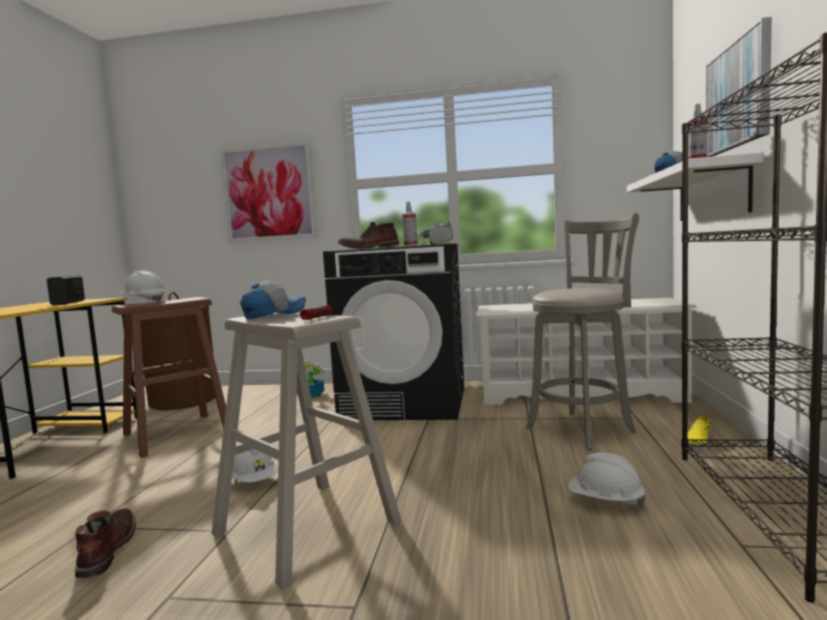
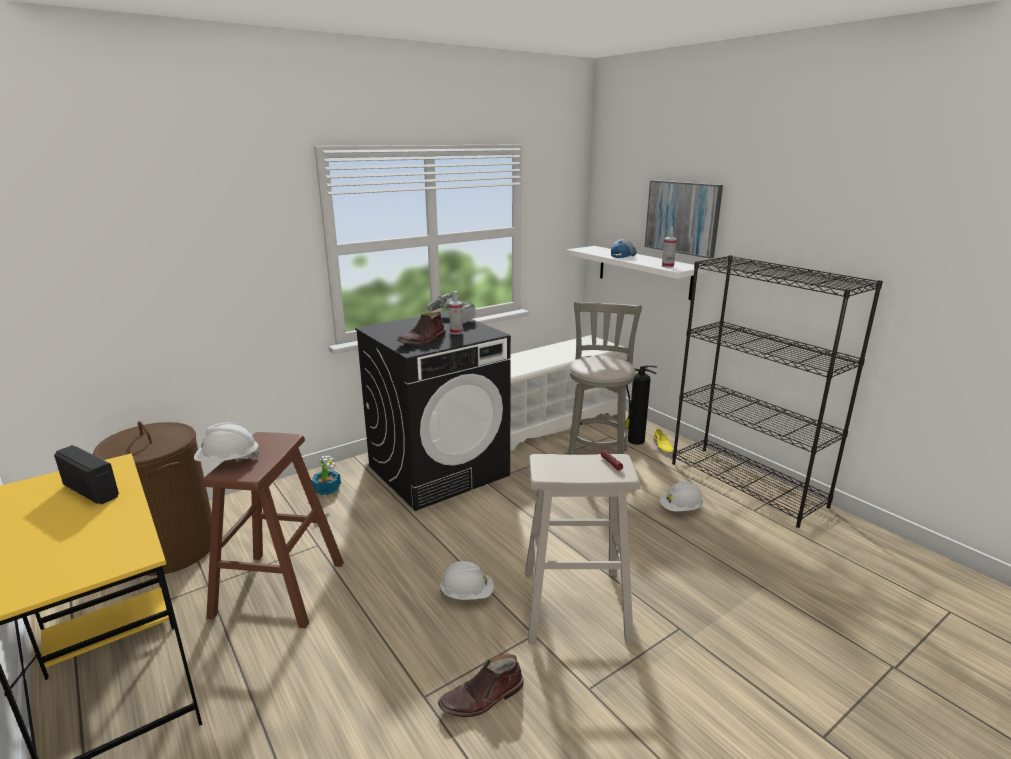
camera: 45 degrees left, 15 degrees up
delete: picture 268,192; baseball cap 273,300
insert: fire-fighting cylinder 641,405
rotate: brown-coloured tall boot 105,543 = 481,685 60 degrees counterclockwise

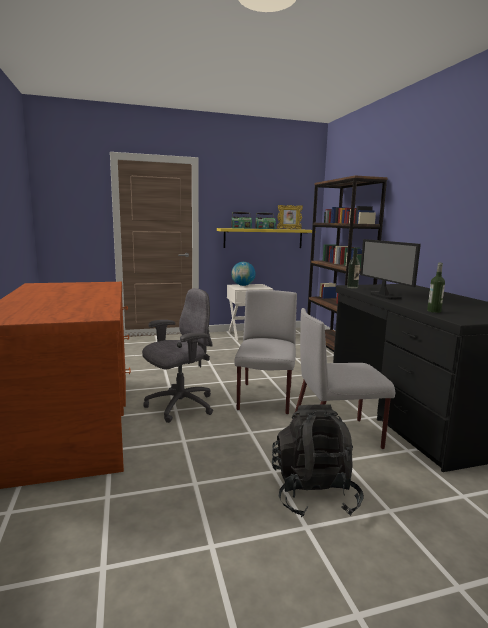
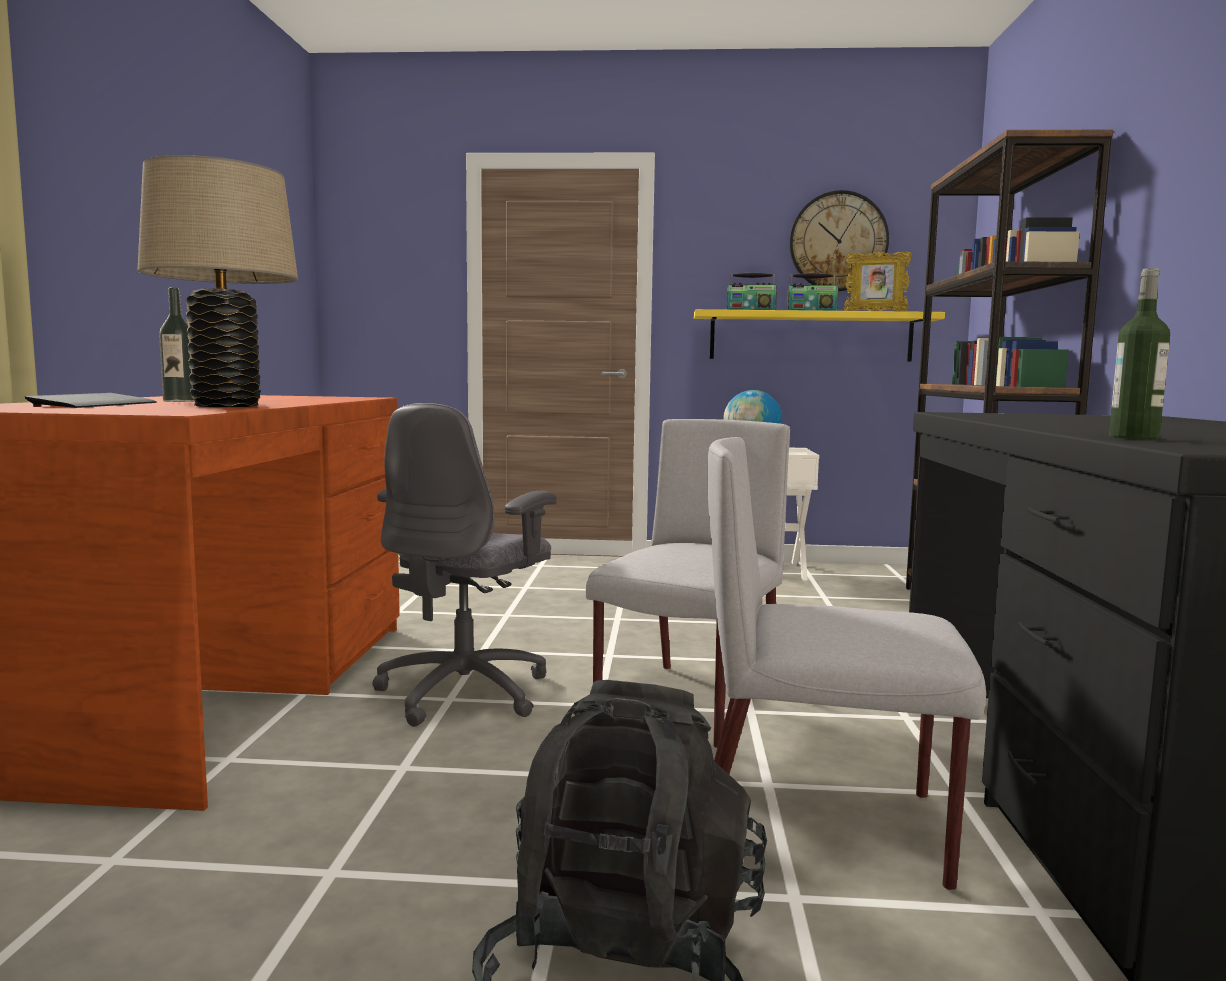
camera: 20 degrees right, 5 degrees down
delete: monitor 390,269
insert: computer keyboard 91,400; sand-coloured lamp for a table 217,281; clock on the wall 839,240
move: beverage bottle 353,268 to 177,345
rotate: greyish desk chair 177,355 = 464,565 135 degrees clockwise

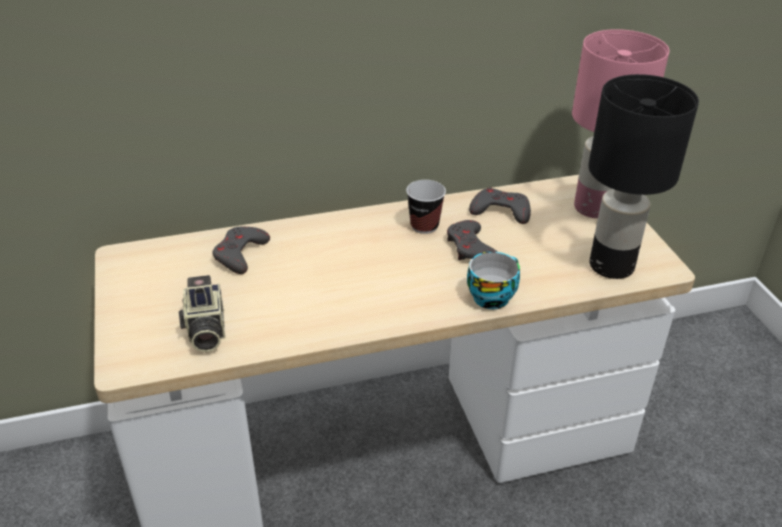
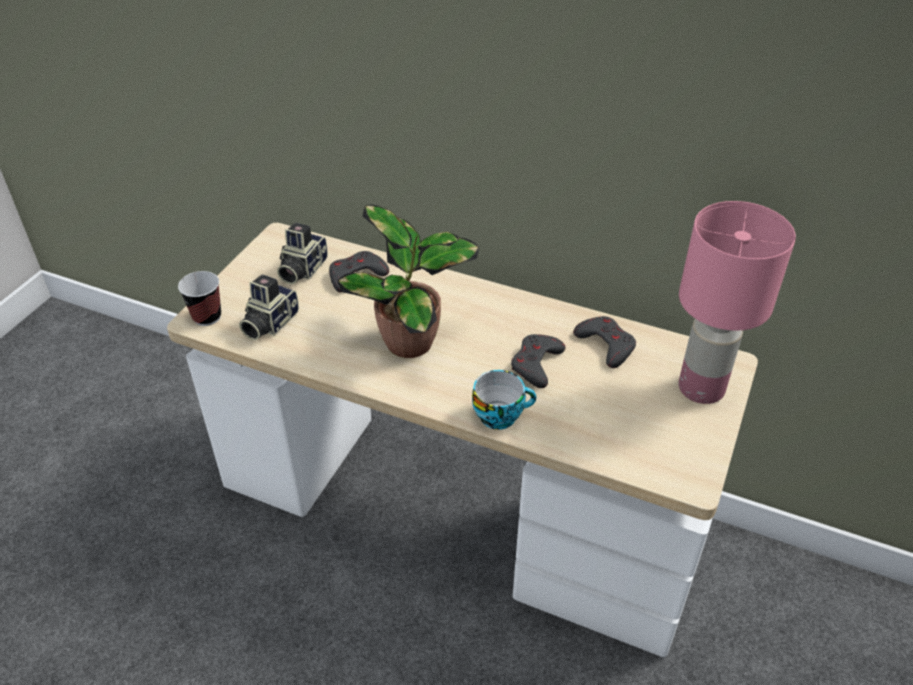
camera: 40 degrees right, 5 degrees up
delete: black lamp for a table 644,176
insert: photo camera 302,253; plant in a pot 408,281
move: cup 426,207 to 199,298

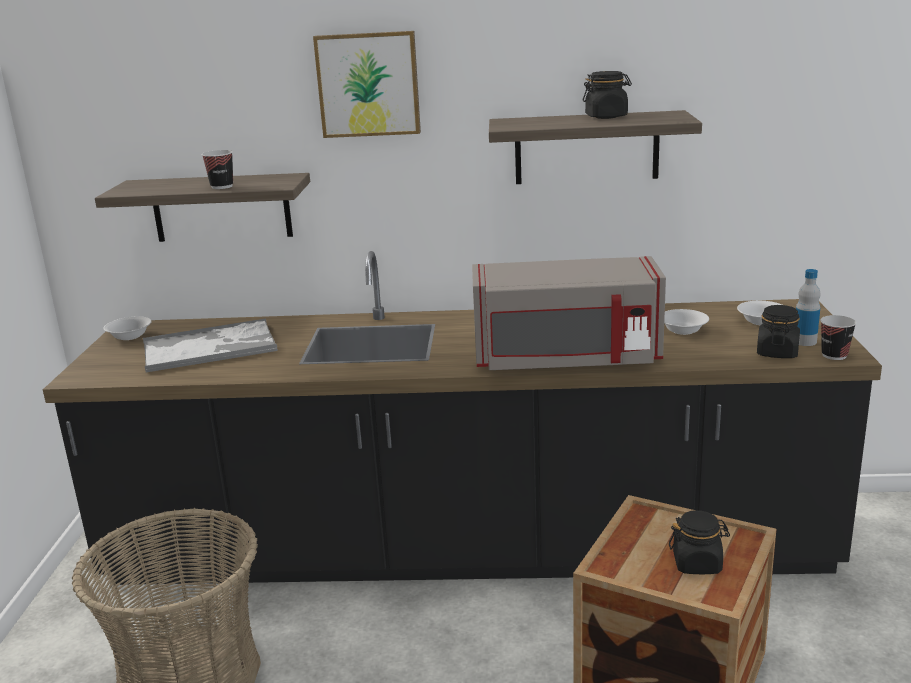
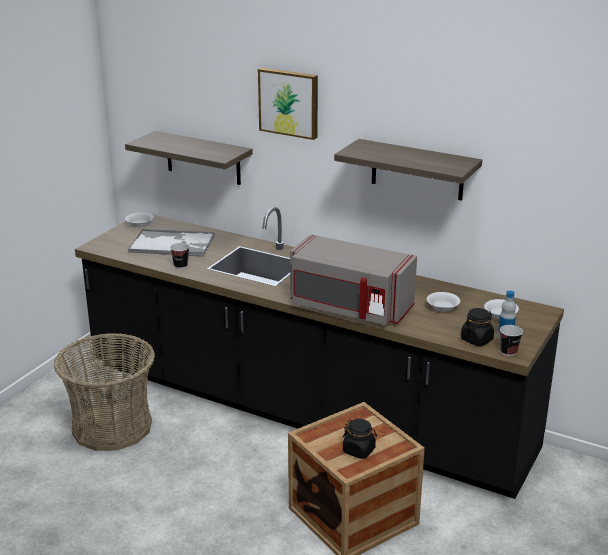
camera: 25 degrees right, 5 degrees up
delete: black preserve jar 607,95
move: cup 217,169 to 179,256

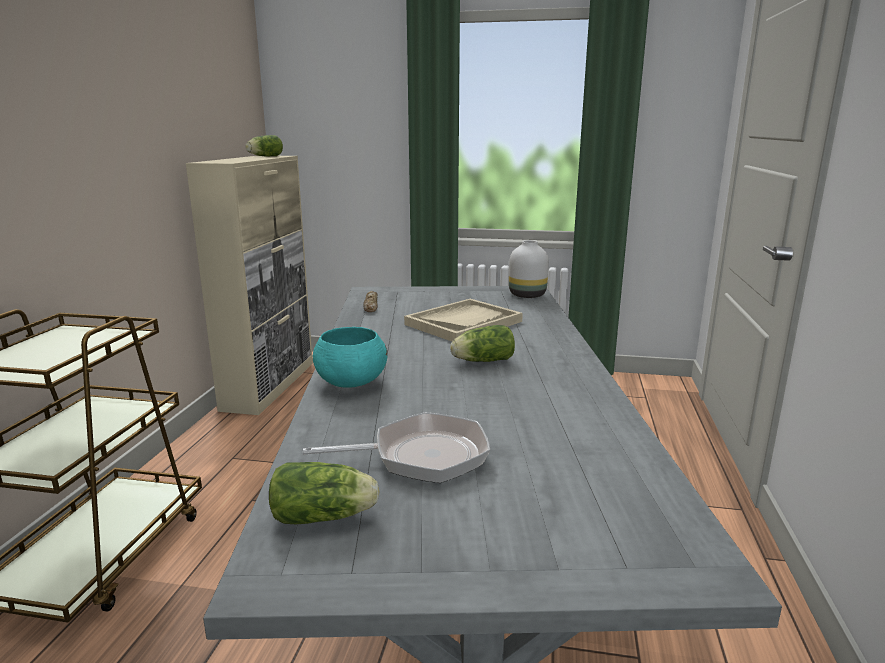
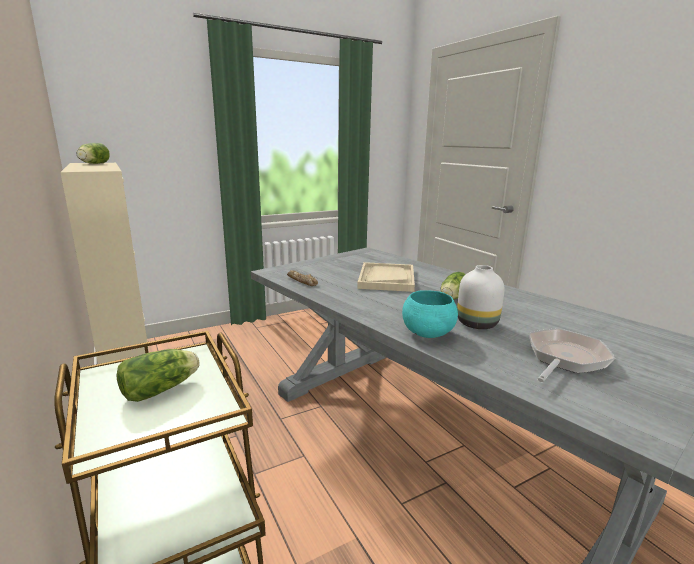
camera: 40 degrees left, 0 degrees up
move: lettuce head 324,493 to 158,375; whitish decorative vase 529,269 to 481,297

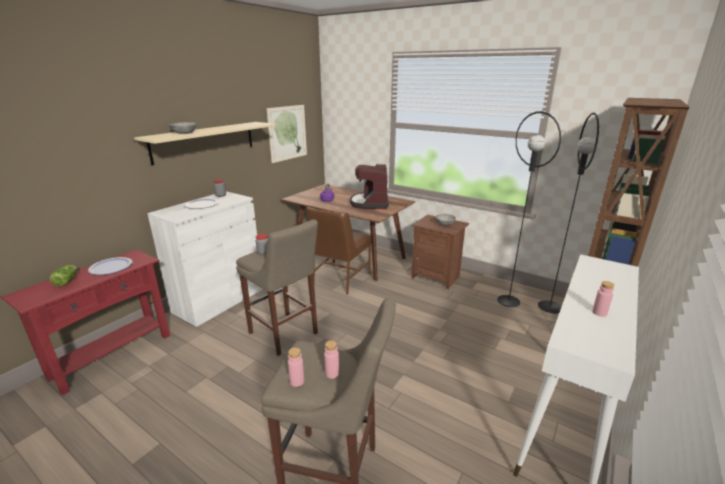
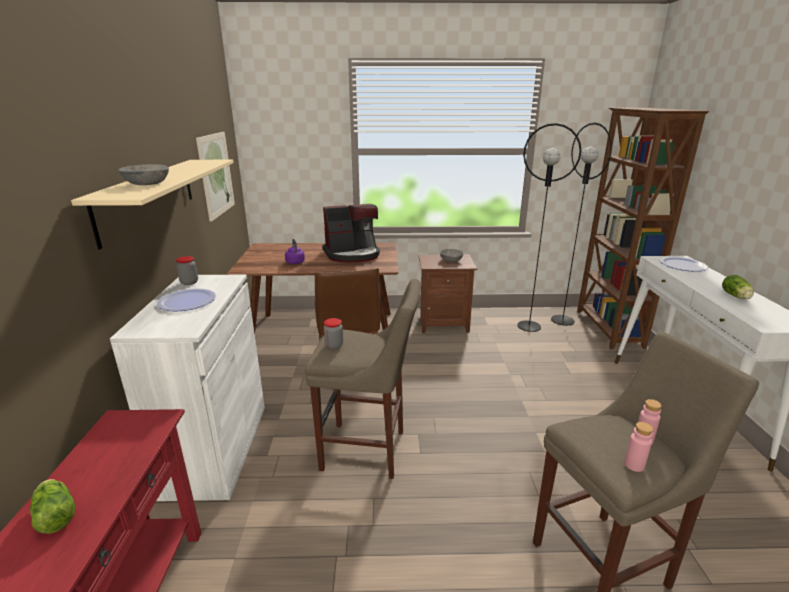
camera: 35 degrees left, 0 degrees up
move: flat dish 110,266 to 684,264
replace: pinkish beverage bottle 603,299 to lettuce head 738,287
rotate: coffee maker 369,186 = 351,233 75 degrees counterclockwise

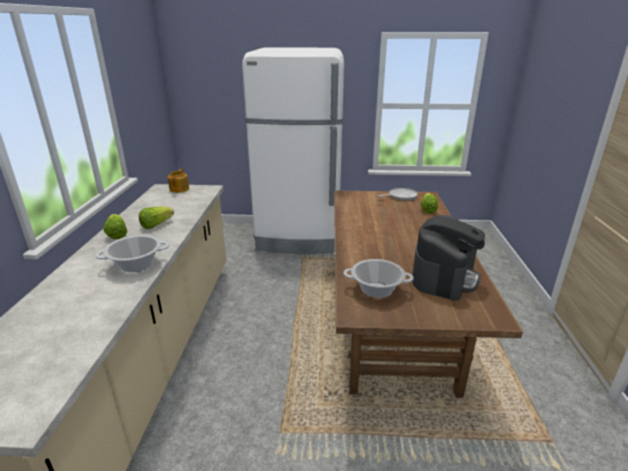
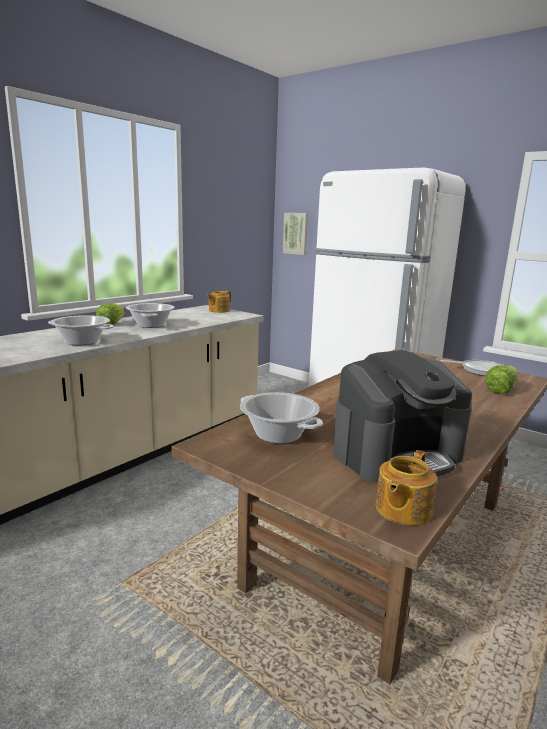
camera: 35 degrees right, 10 degrees down
insert: picture 295,234; teapot 406,487
replace: lettuce head 156,217 to saucepot 150,315

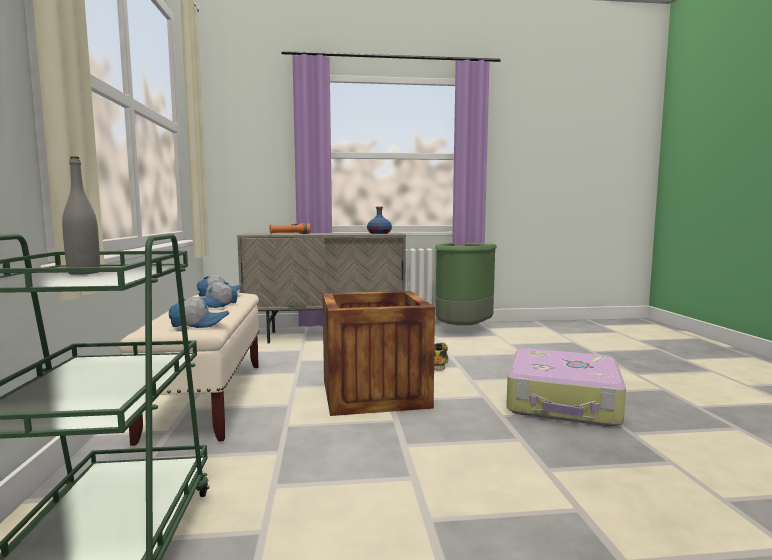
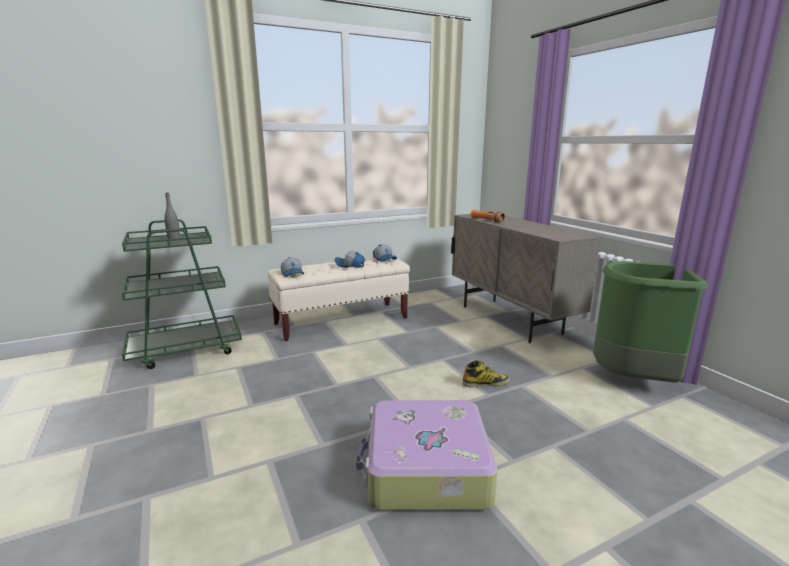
camera: 70 degrees right, 10 degrees up
delete: crate 379,353; blue-coloured beverage bottle 379,220

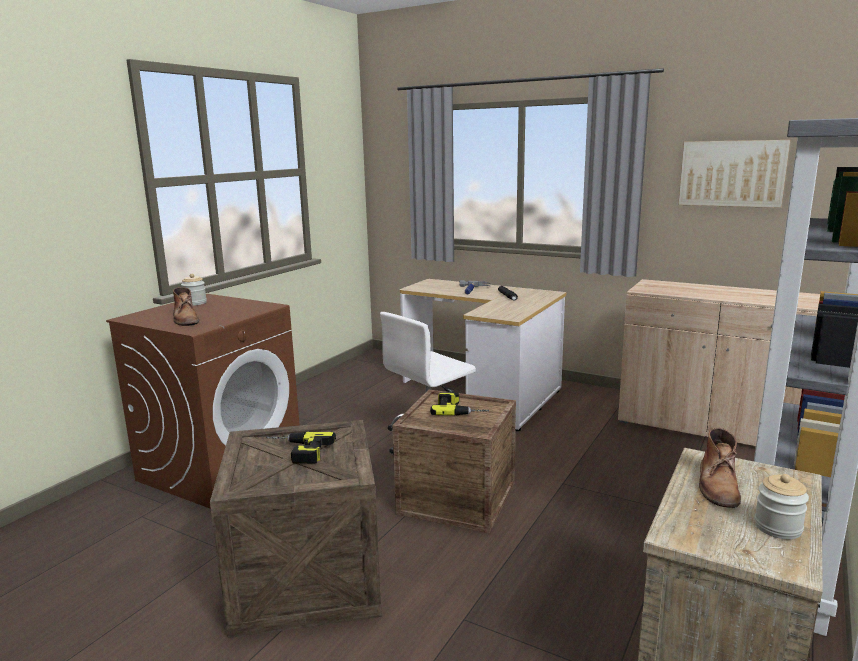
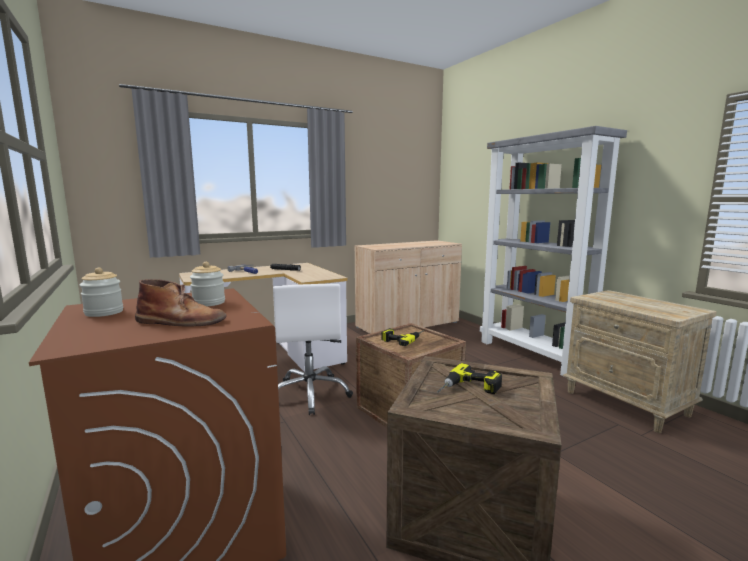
camera: 60 degrees left, 5 degrees down
delete: picture 734,174; brown-coloured tall boot 720,468
move: preserve jar 781,506 to 207,284

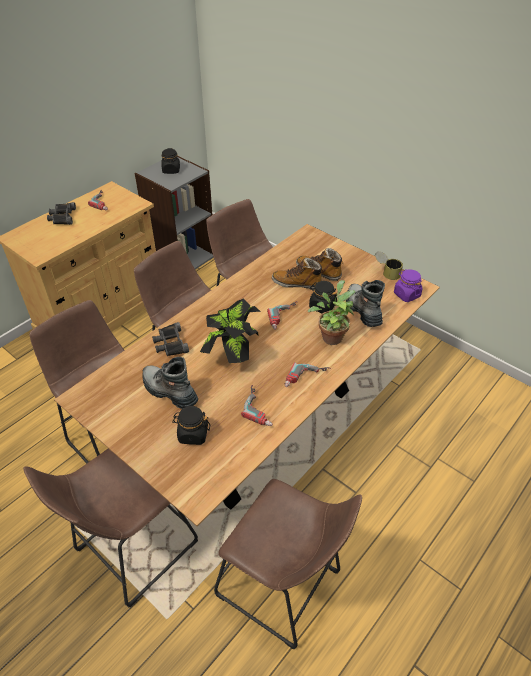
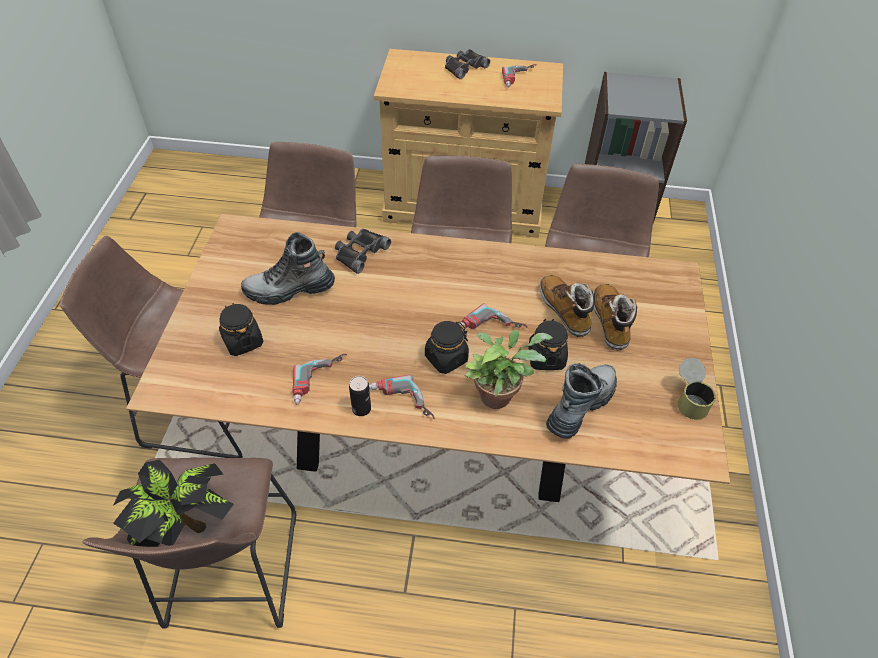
camera: 55 degrees right, 5 degrees up
delete: purple preserve jar 408,285
insert: sealed can 360,396
move: black preserve jar 170,161 to 447,347; plant in a pot 230,331 to 173,503
rotate: tall boot 170,383 = 288,268 105 degrees counterclockwise

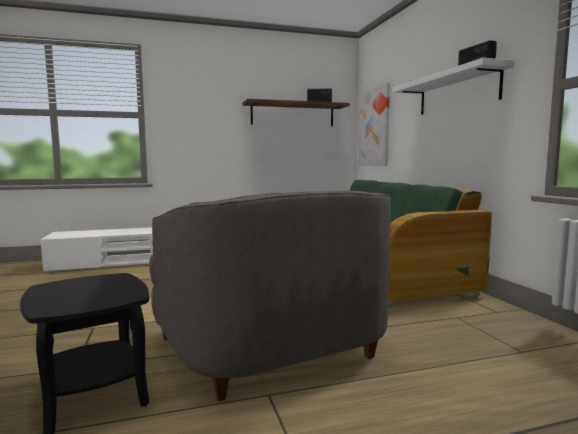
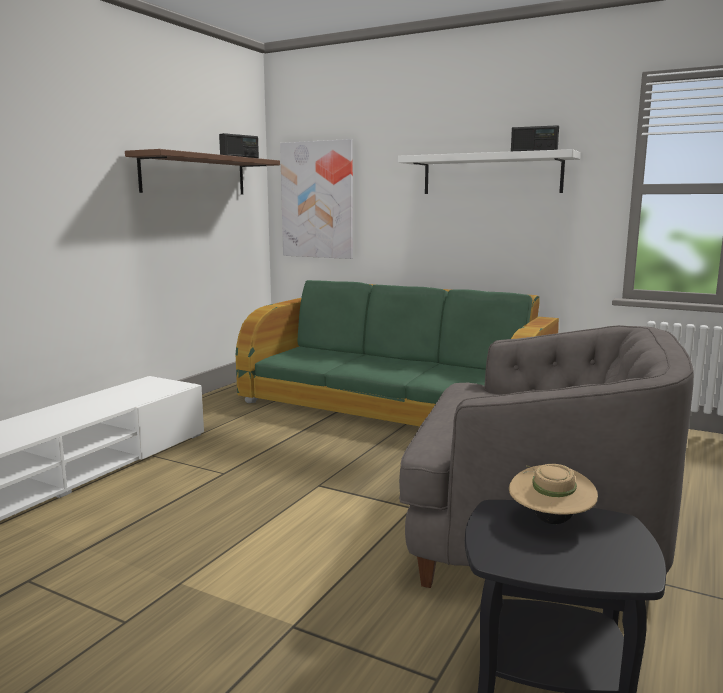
camera: 45 degrees left, 5 degrees up
insert: sand-coloured clothing hat 553,494

